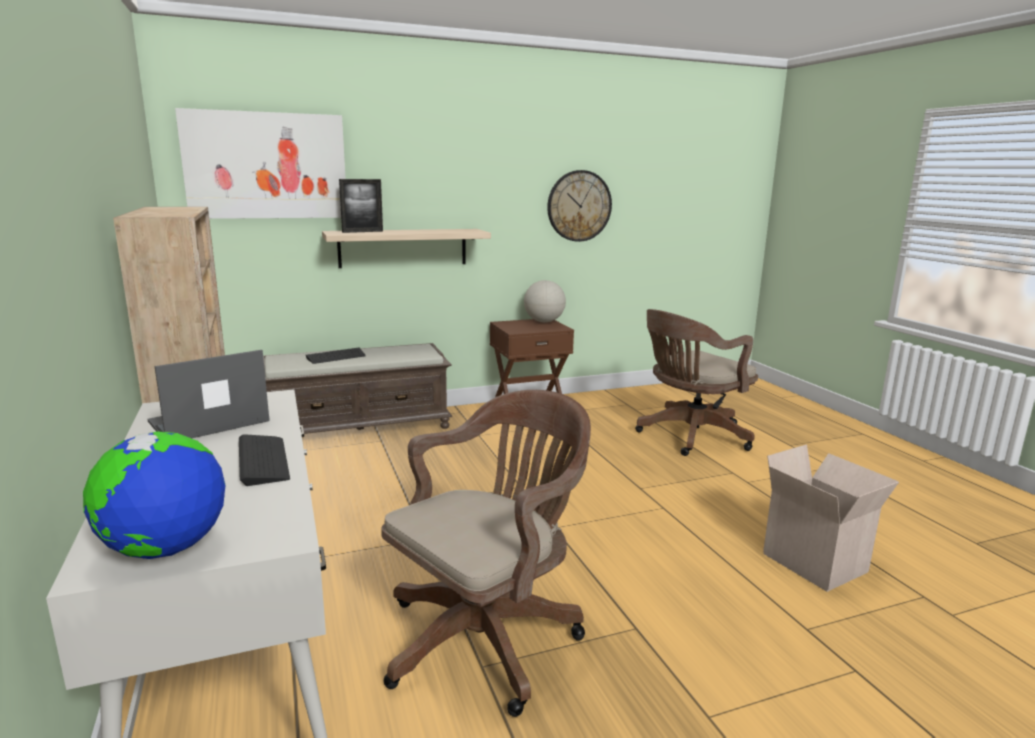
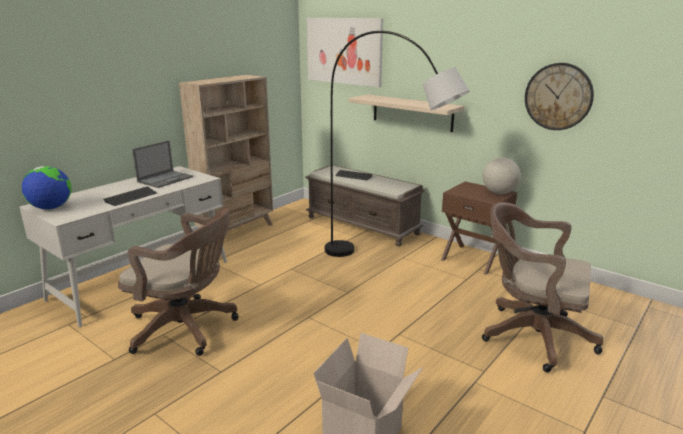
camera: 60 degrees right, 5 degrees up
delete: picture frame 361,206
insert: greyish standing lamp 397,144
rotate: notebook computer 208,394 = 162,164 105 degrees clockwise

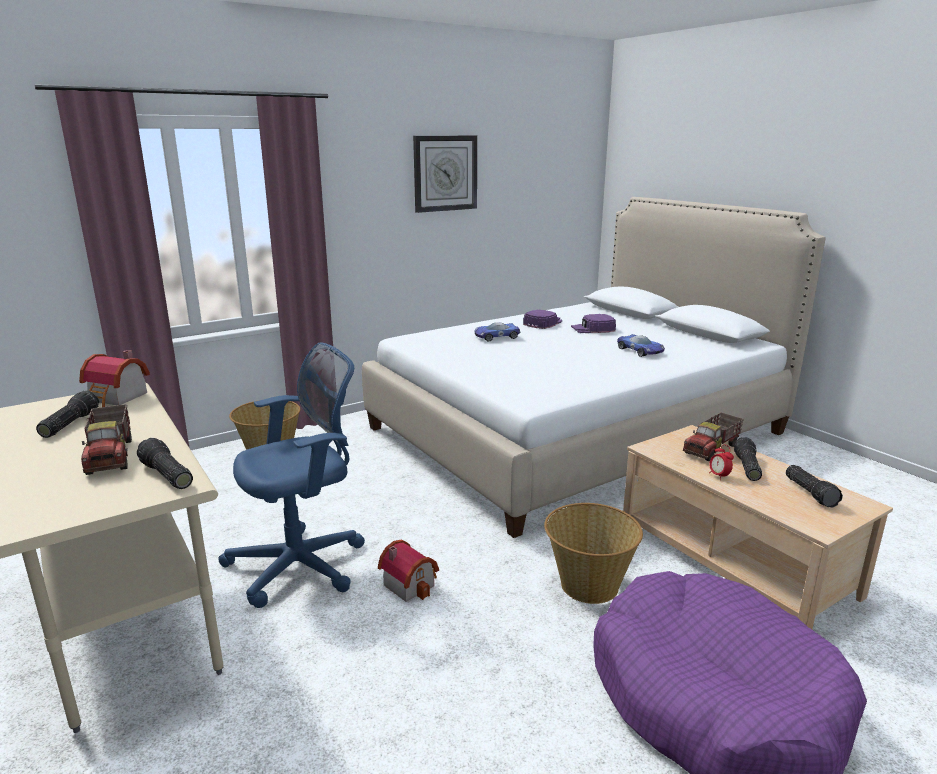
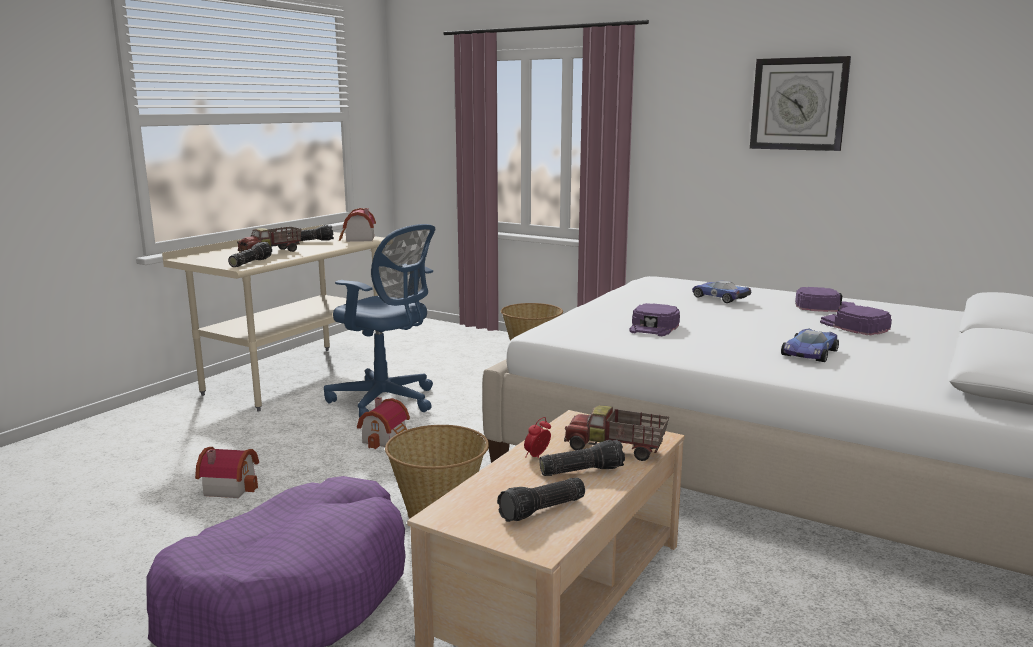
camera: 65 degrees right, 5 degrees down
insert: model house 227,472; purple baseball cap 654,319

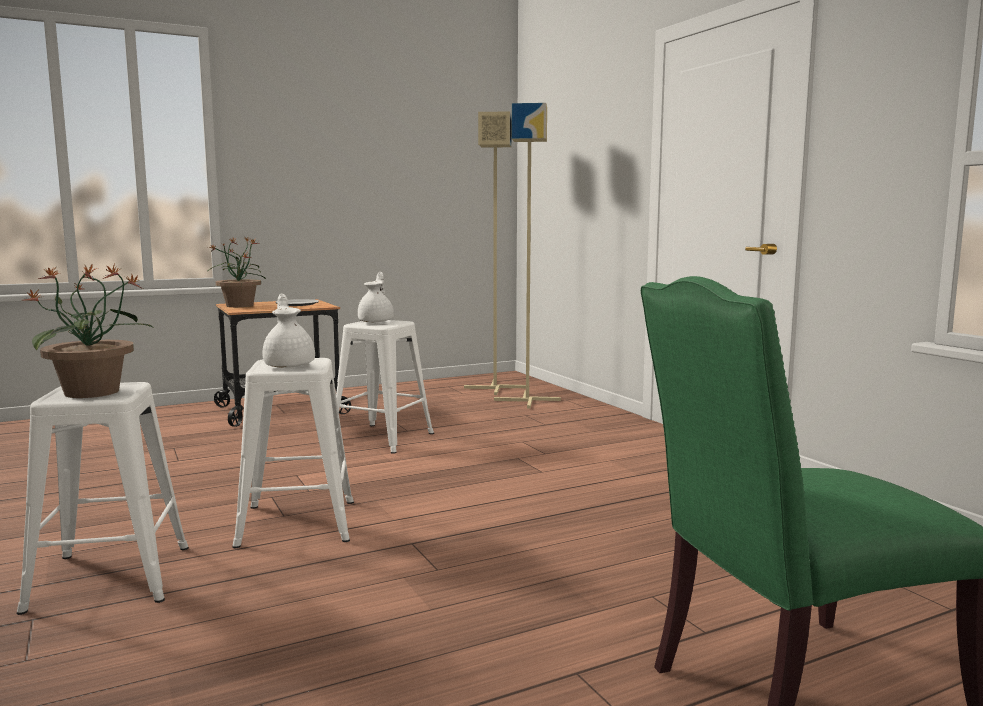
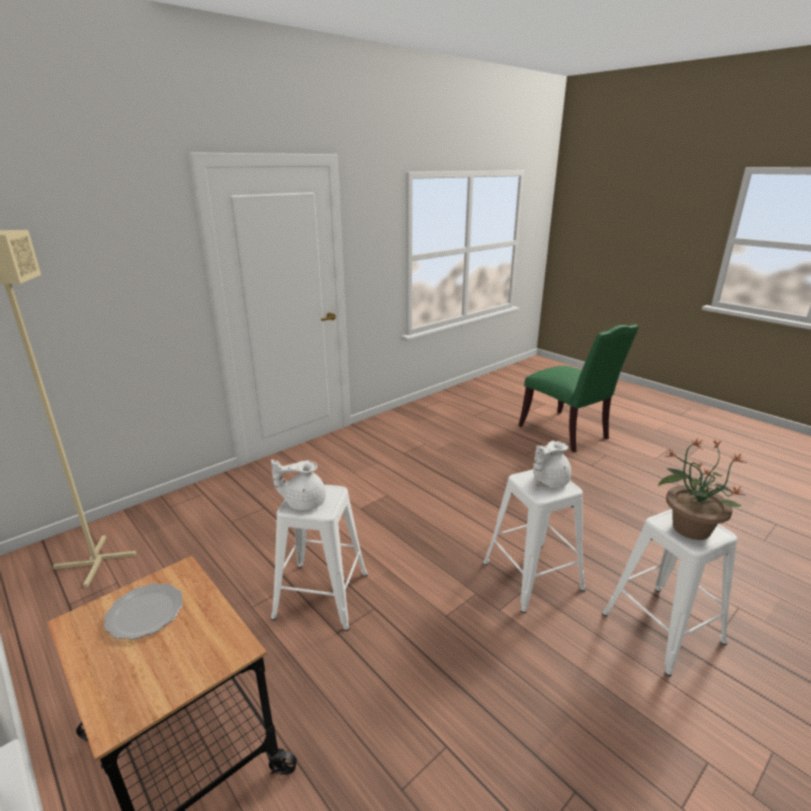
camera: 105 degrees left, 15 degrees up
delete: plant in a pot 236,271; sand-coloured standing lamp 527,256

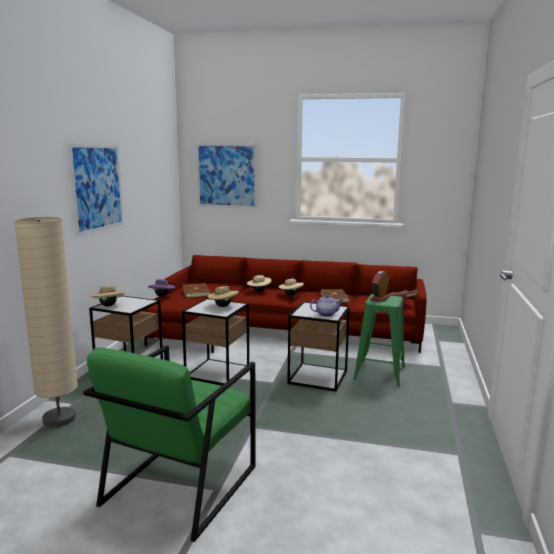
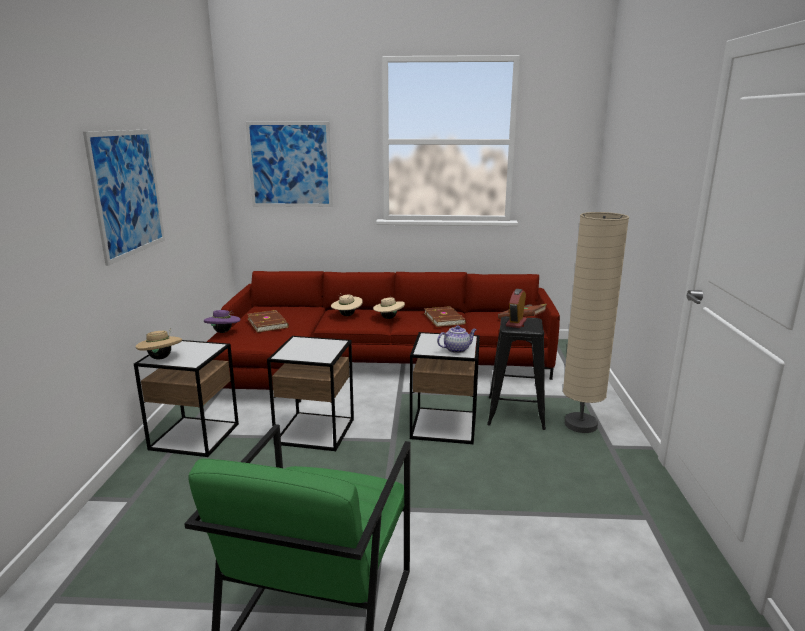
camera: 10 degrees left, 5 degrees up
delete: sand-coloured clothing hat 223,295
move: sand-coloured standing lamp 46,322 to 596,322
recolor: green stool 379,340 to black stool 516,373

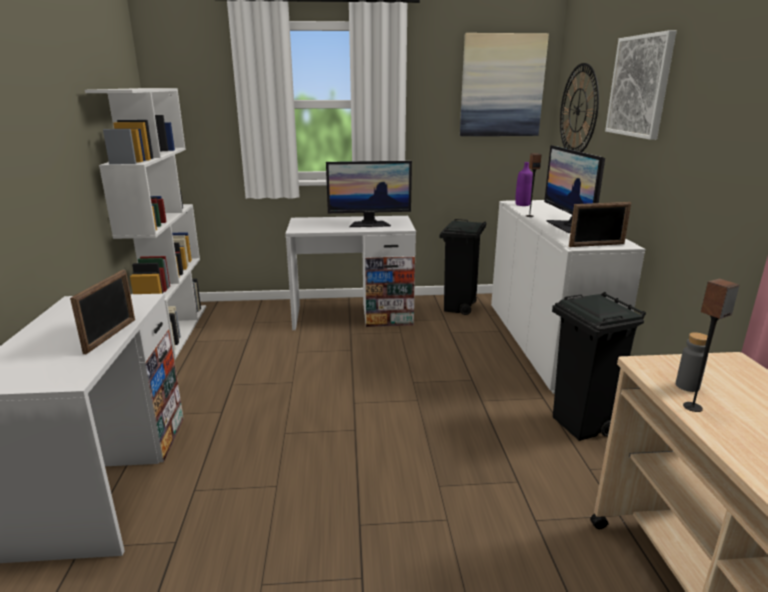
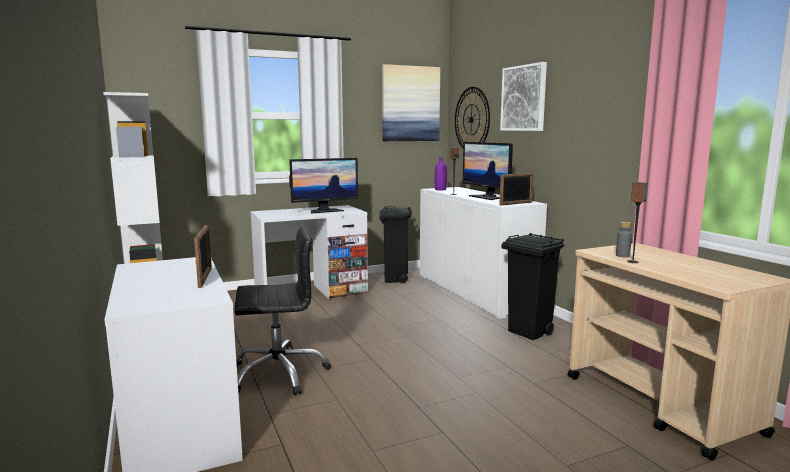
camera: 20 degrees left, 10 degrees down
insert: black desk chair 283,311

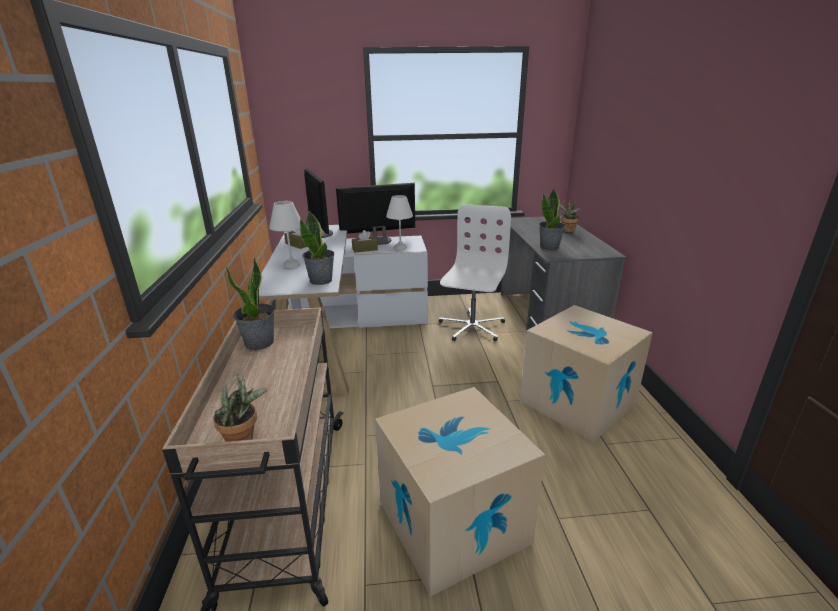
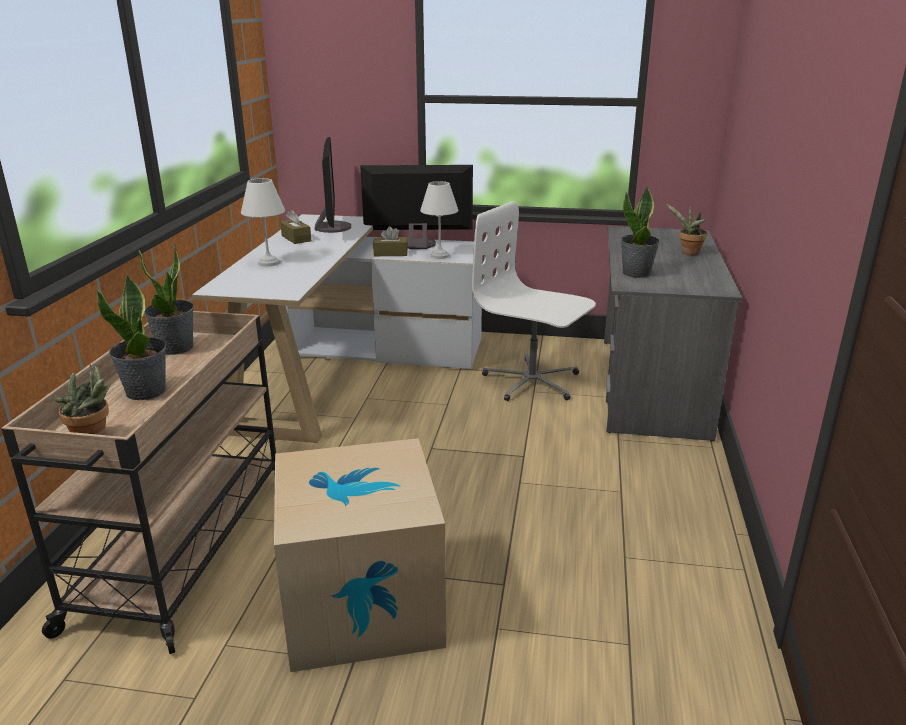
camera: 15 degrees right, 0 degrees up
delete: cardboard box 586,373
move: plant in a pot 317,247 to 131,337
rotate: whitish desk chair 475,272 = 534,301 90 degrees counterclockwise

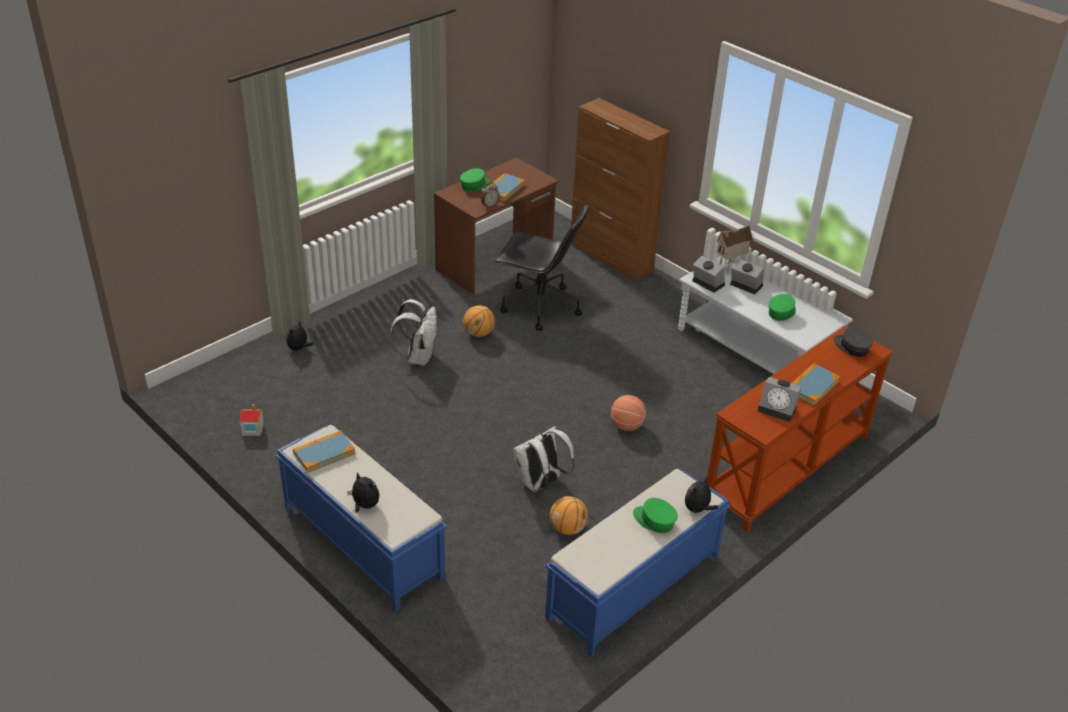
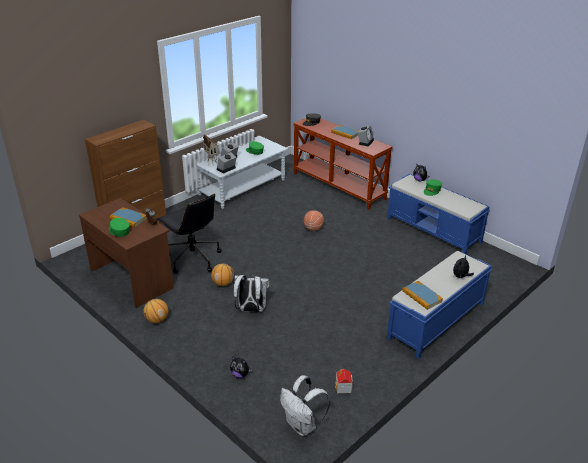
camera: 90 degrees left, 5 degrees down
move: whitish rucksack 544,459 to 305,405; basketball 569,515 to 155,311
rotate: black desk chair 541,268 = 189,234 120 degrees clockwise

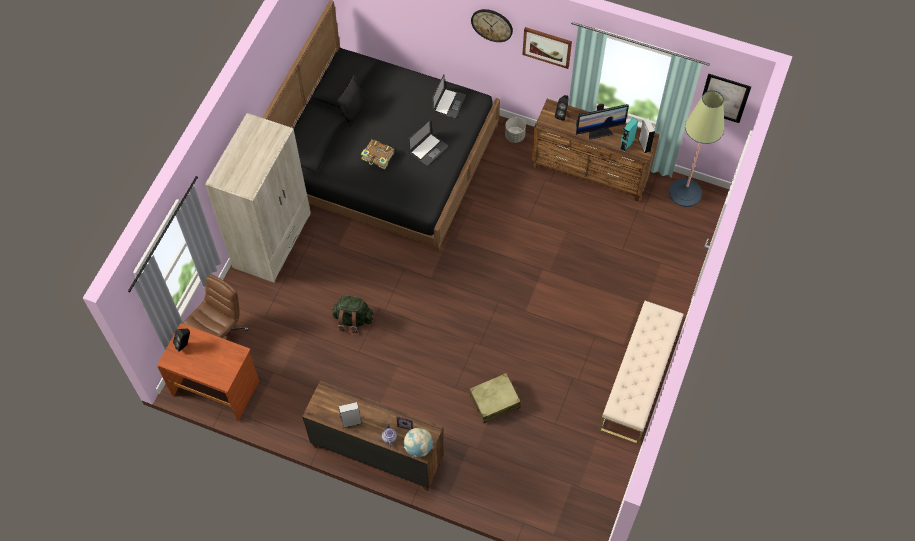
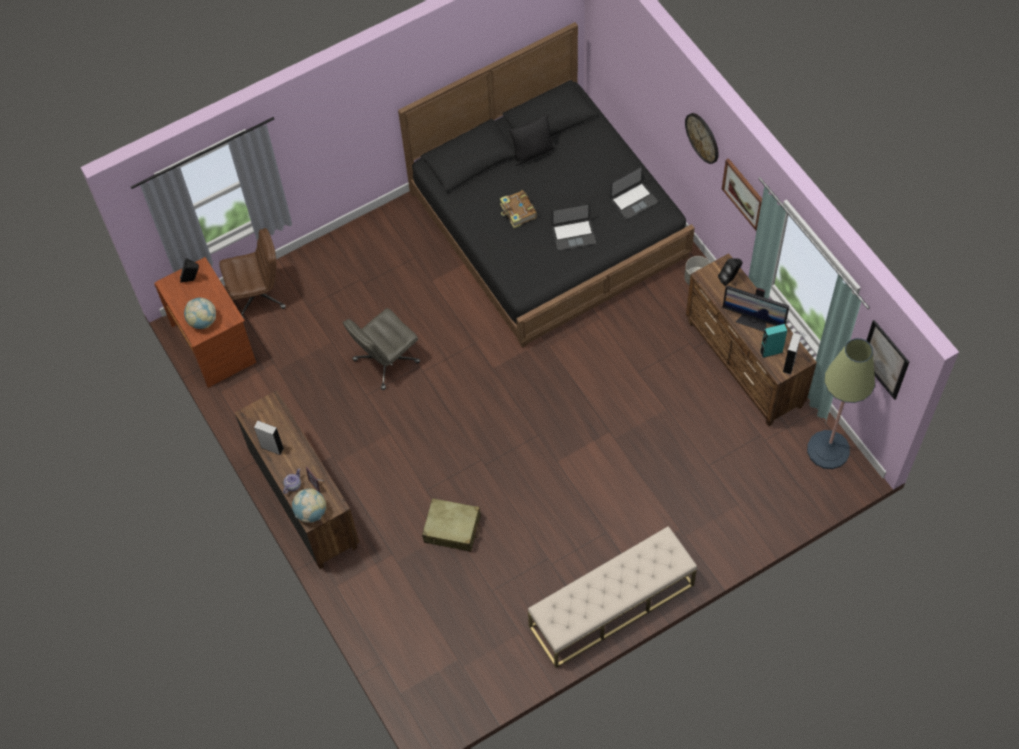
camera: 40 degrees right, 0 degrees up
delete: sand-coloured clothes cupboard 258,198
insert: desk globe 200,313
replace: green rucksack 352,314 to greyish desk chair 381,349

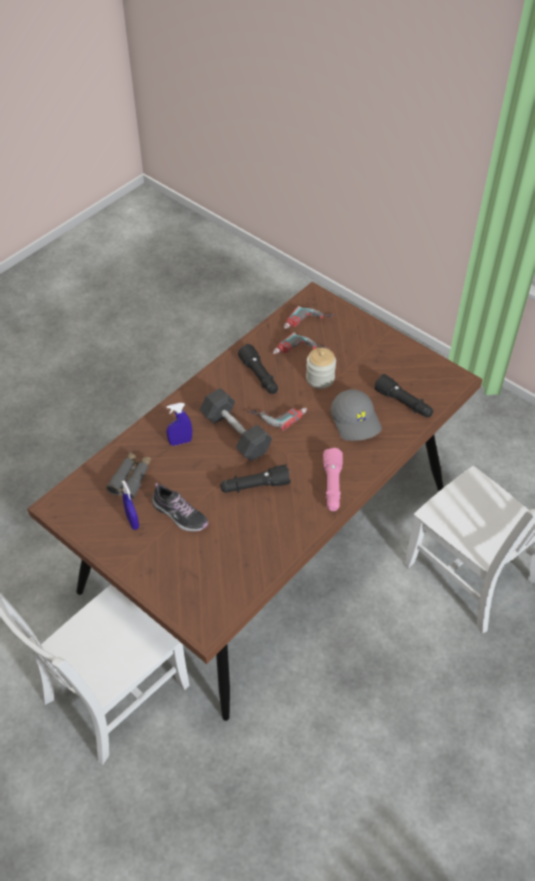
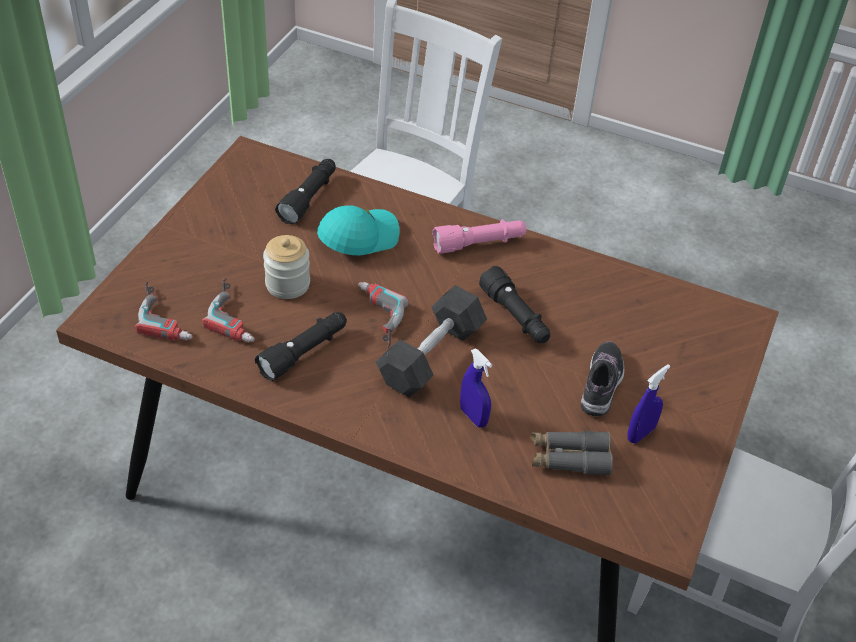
camera: 110 degrees left, 5 degrees down
recolor: greyish baseball cap 356,415 to turquoise-coloured baseball cap 358,230

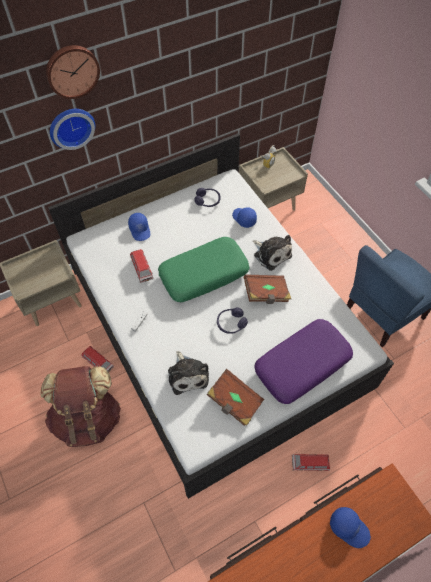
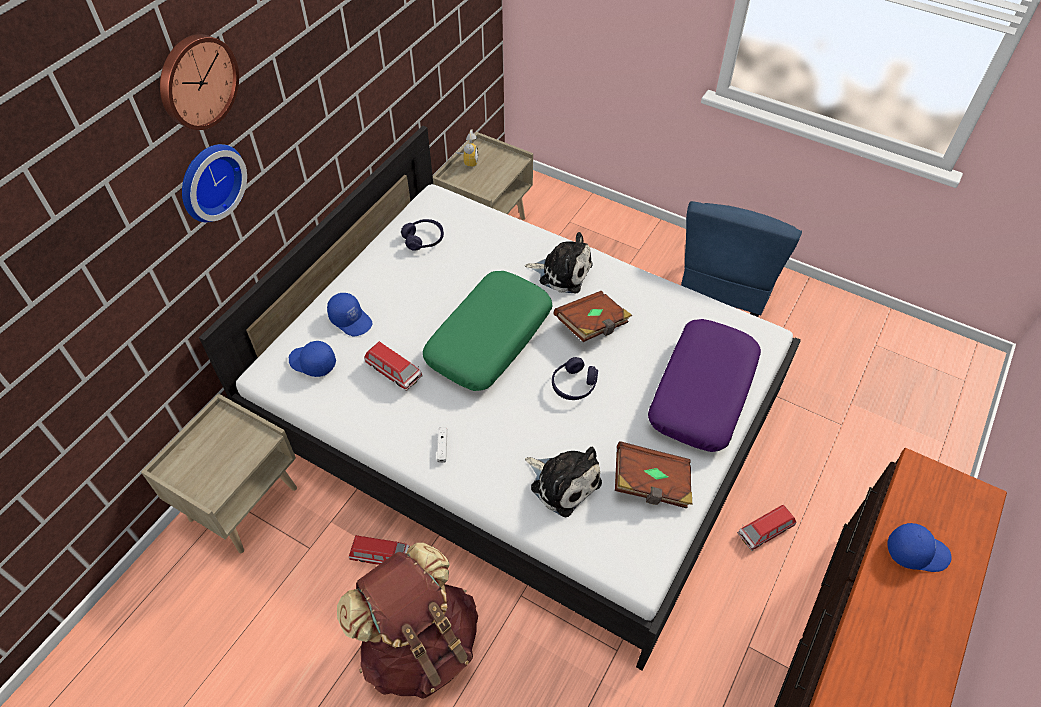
camera: 30 degrees left, 5 degrees down
move: blue-coloured baseball cap 244,217 to 312,359

